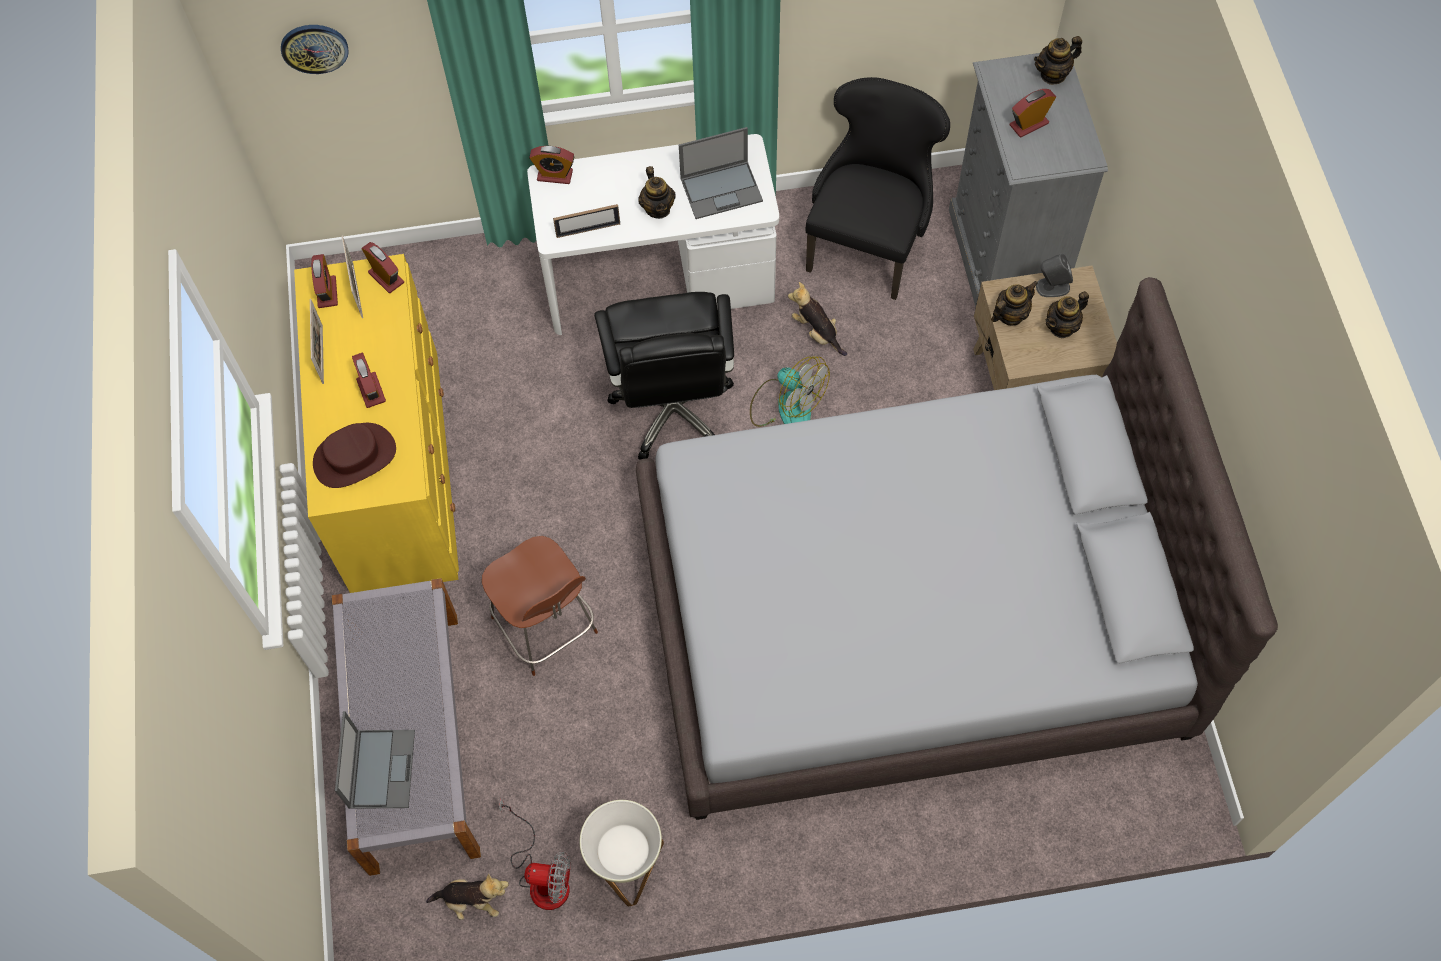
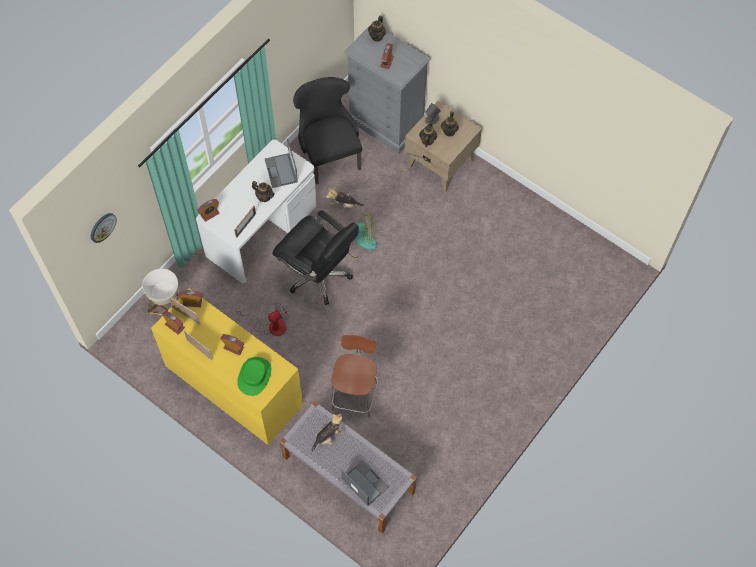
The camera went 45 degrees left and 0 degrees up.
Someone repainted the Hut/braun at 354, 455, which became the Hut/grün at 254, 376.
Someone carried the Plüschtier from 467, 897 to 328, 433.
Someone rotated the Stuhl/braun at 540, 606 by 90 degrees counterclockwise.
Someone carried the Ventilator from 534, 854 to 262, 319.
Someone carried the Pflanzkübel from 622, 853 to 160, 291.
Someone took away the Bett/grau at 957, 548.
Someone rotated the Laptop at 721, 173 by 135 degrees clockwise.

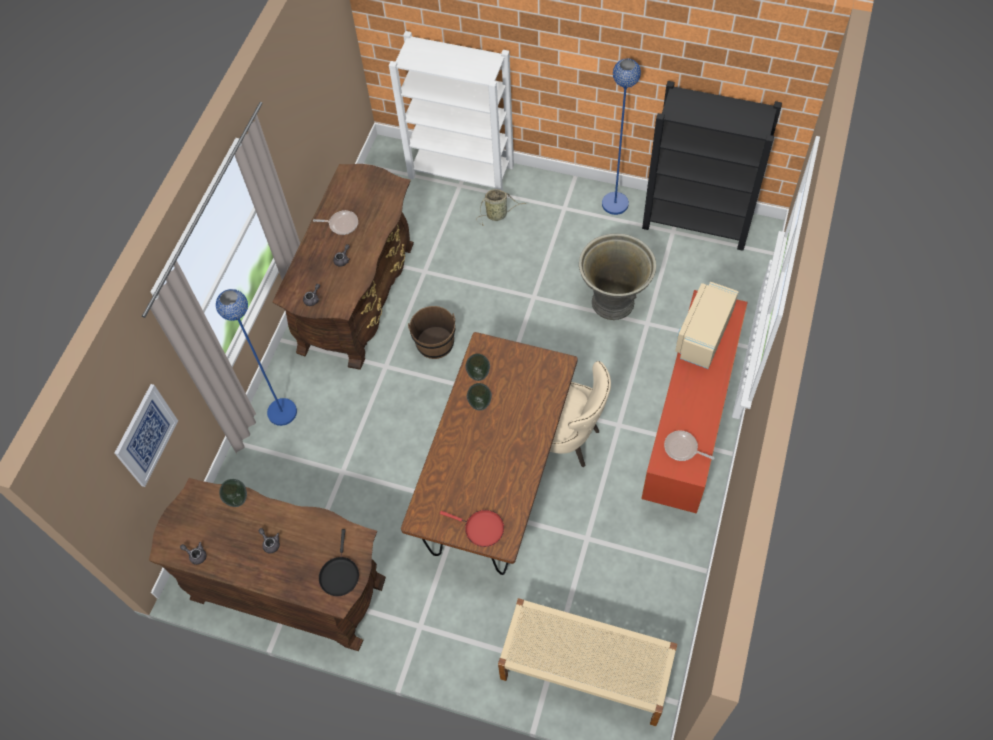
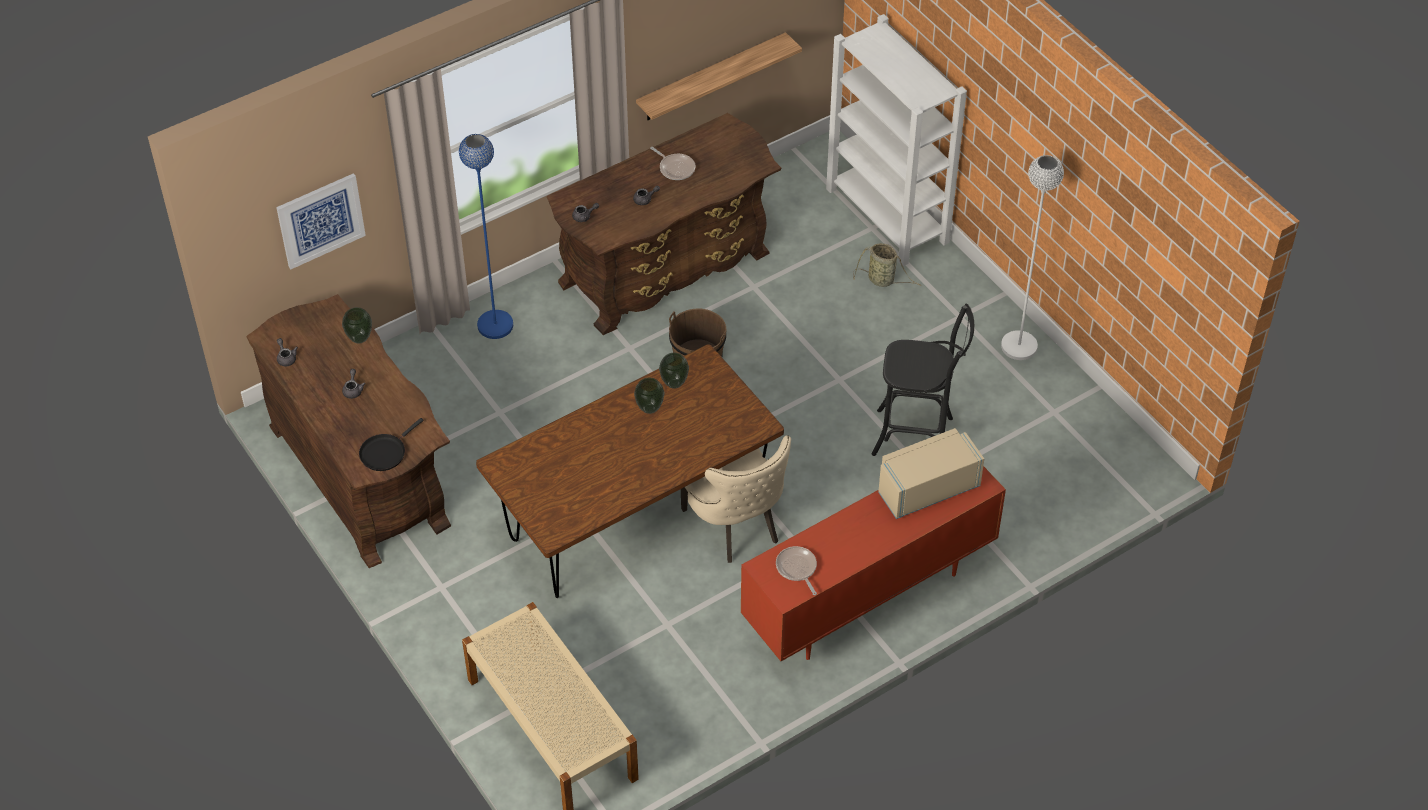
The camera went 35 degrees right and 10 degrees down.
Someone took away the Pfanne/rot at 472, 528.
Someone swapped the Pflanzkübel/grau at 617, 277 for the Hocker/schwarz at 922, 379.
Someone repainted the Stehlampe/blau at 621, 136, which became the Stehlampe/weiß at 1032, 257.
Someone took away the Bücherregal/schwarz at 712, 166.
Someone put up the Wandregal at 719, 76.

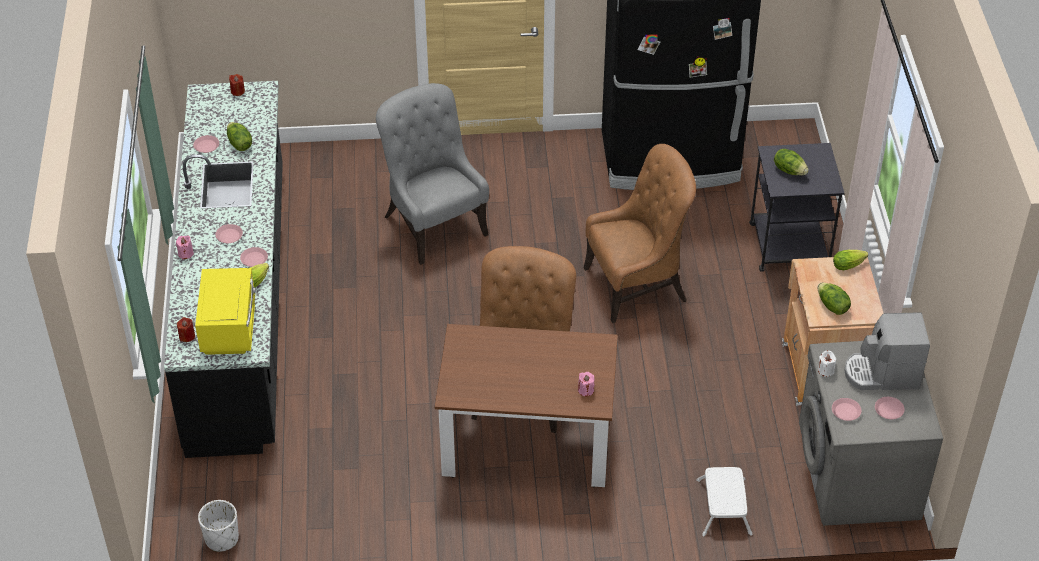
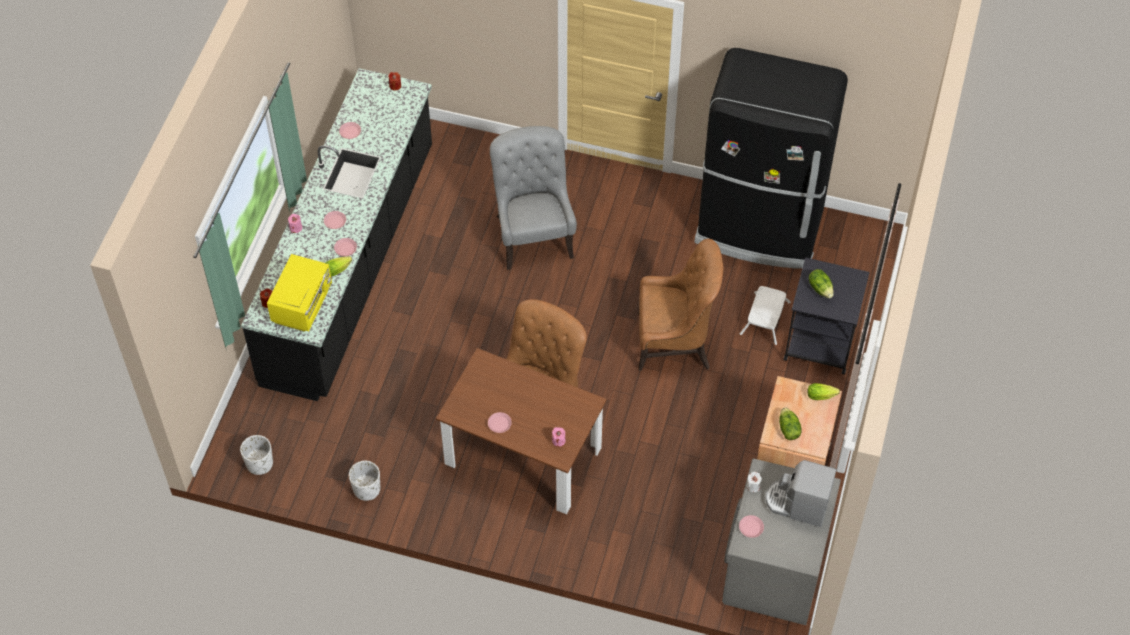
The camera went 20 degrees right and 10 degrees up.
Someone took away the Salatkopf at 239, 136.
Someone carried the Trittleiter/weiß from 725, 501 to 765, 315.
Someone carried the Teller/rosa from 890, 408 to 500, 422.
Someone put down the Pflanzkübel/weiß at 364, 481.

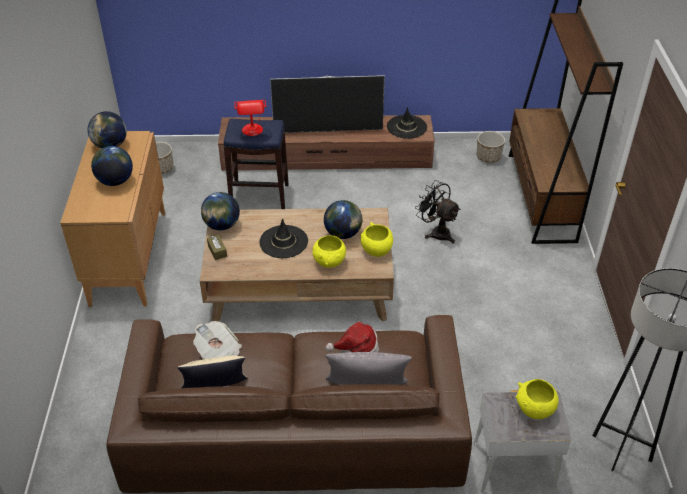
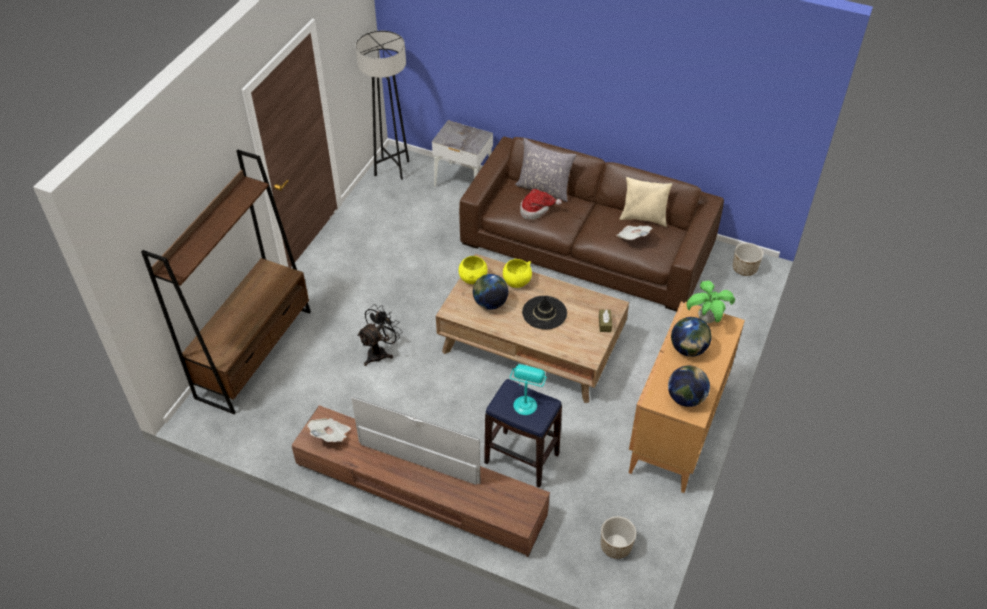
The camera went 155 degrees left and 5 degrees up.
Someone took away the Globus at 220, 211.
Someone repainted the Tischlampe/rot at 250, 118, which became the Tischlampe/türkis at 528, 389.
Someone swapped the Hut/schwarz at 407, 123 for the Zeitung at 329, 430.
Someone rotated the Ventilator/schwarz at 438, 212 by 120 degrees counterclockwise.
Someone carried the Pflanzkübel from 491, 147 to 748, 259.
Someone took away the Schüssel/gelb at 537, 399.
Someone put down the Topfpflanze at 710, 302.

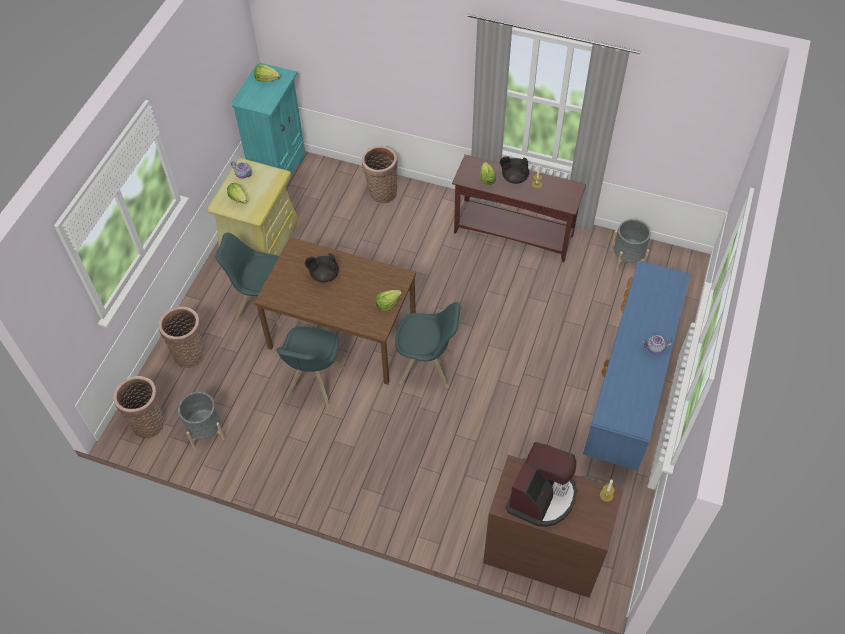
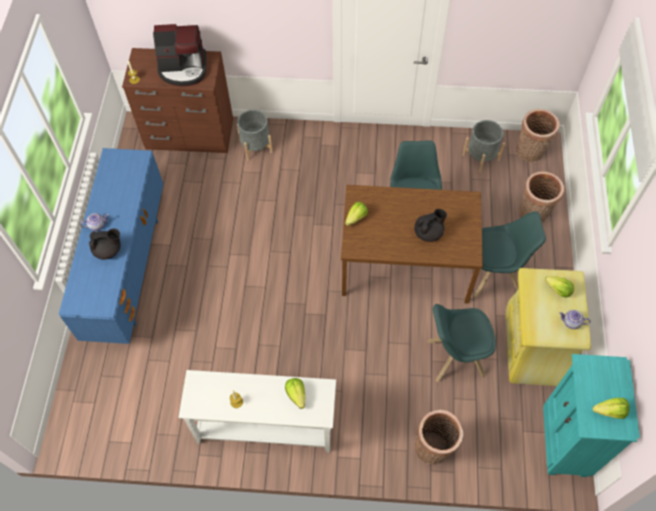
The camera went 165 degrees right and 5 degrees up.
Someone carried the Stuhl/türkis from 428, 345 to 461, 343.
Someone repainted the Konsolentisch/braun at 519, 208, which became the Konsolentisch/weiß at 257, 411.
Someone carried the Teekanne/schwarz from 514, 170 to 104, 244.
Someone rotated the Kaffeemaschine at 541, 484 by 105 degrees counterclockwise.
Someone carried the Pflanzkübel/grau from 630, 245 to 255, 135.

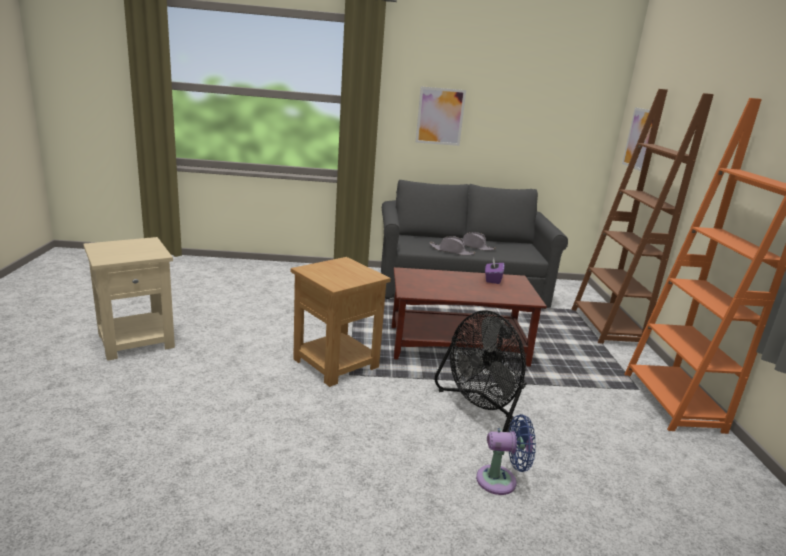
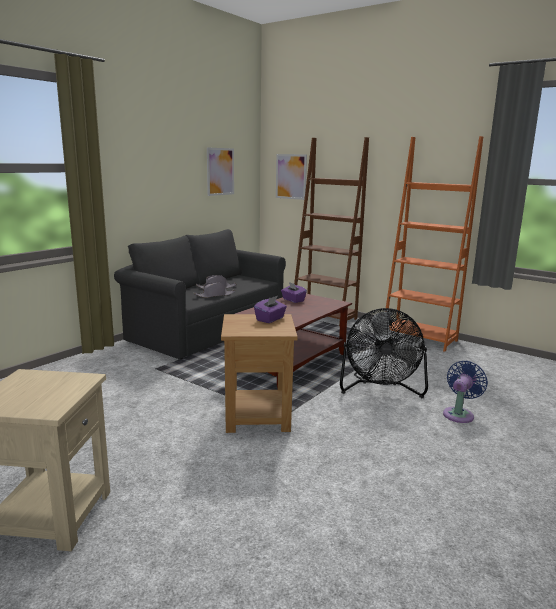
The camera went 50 degrees left and 5 degrees down.
Someone carried the Bild from 441, 116 to 220, 171.
Someone put down the Taschentuchbox/lila at 270, 309.

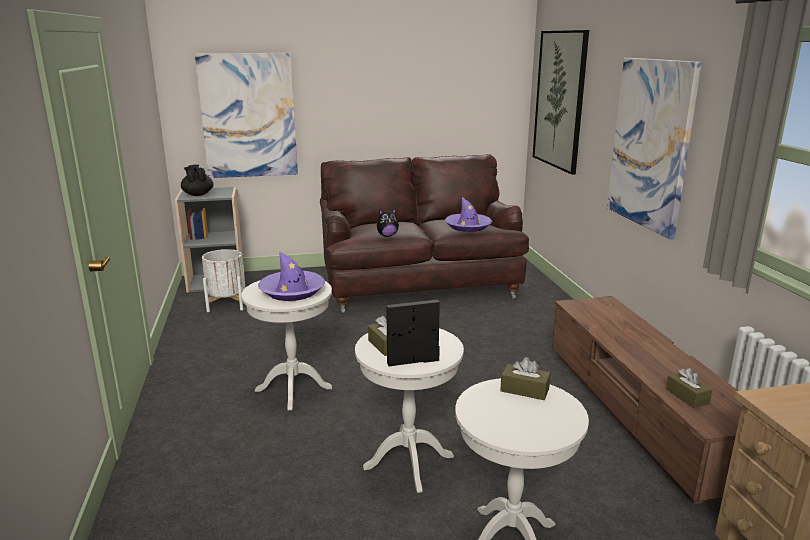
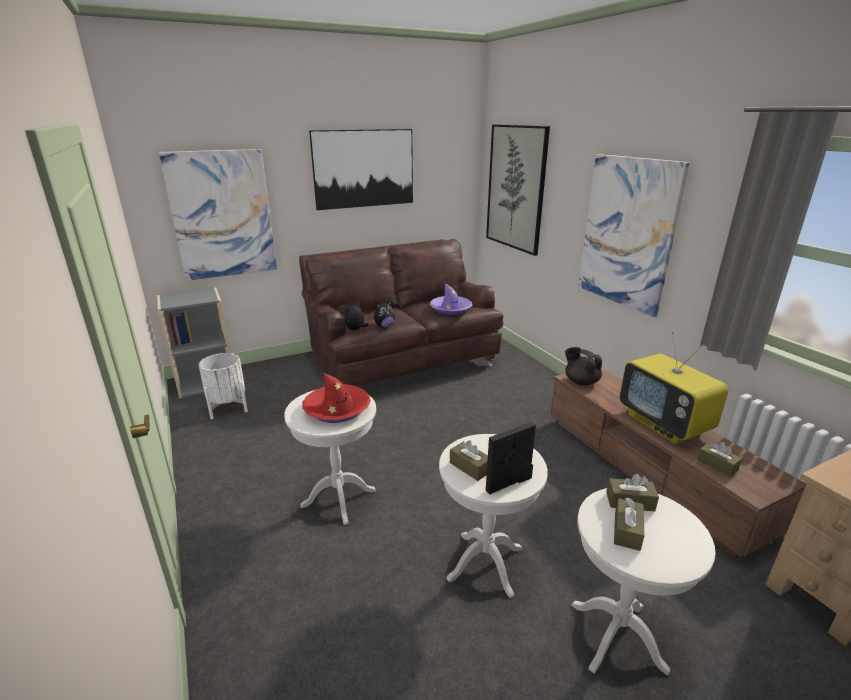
The camera went 15 degrees left and 5 degrees up.
Someone carried the Teekanne/schwarz from 197, 180 to 583, 366.
Someone repainted the Hut/lila at 291, 276, which became the Hut/rot at 336, 398.
Someone put up the Bild at 361, 169.
Someone put down the Plüschtier at 356, 316.
Someone put down the Taschentuchbox/braun at 629, 524.
Someone put down the Fernseher at 674, 387.

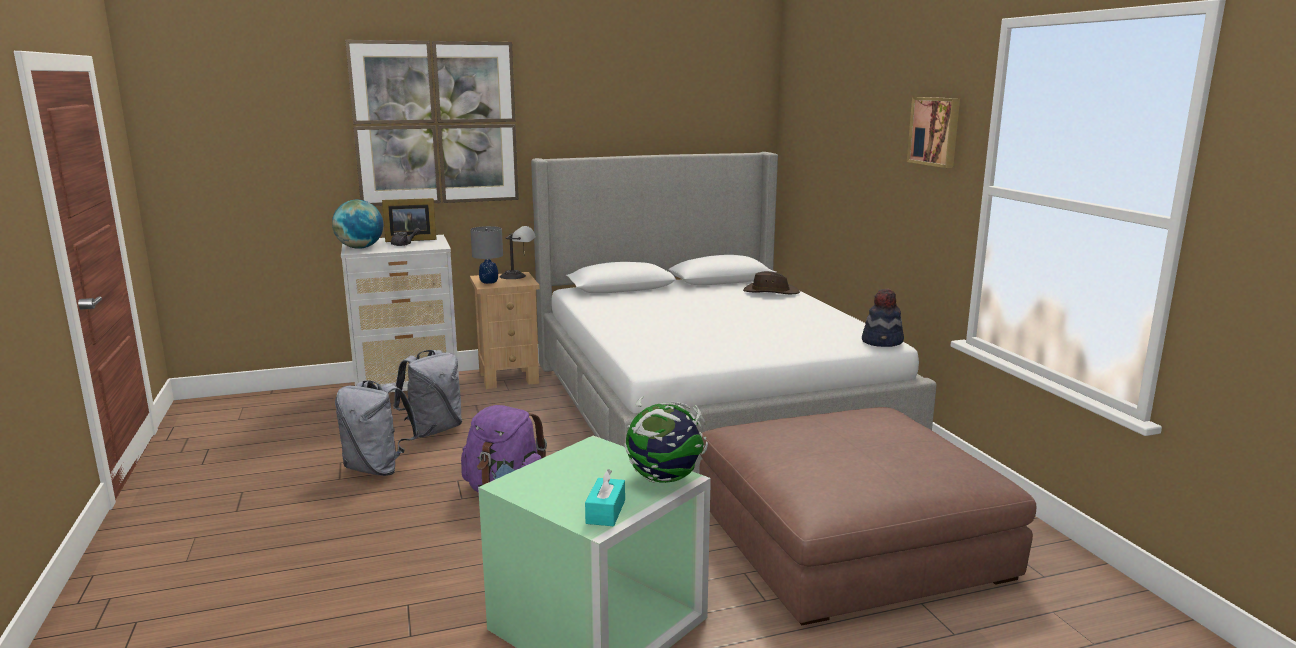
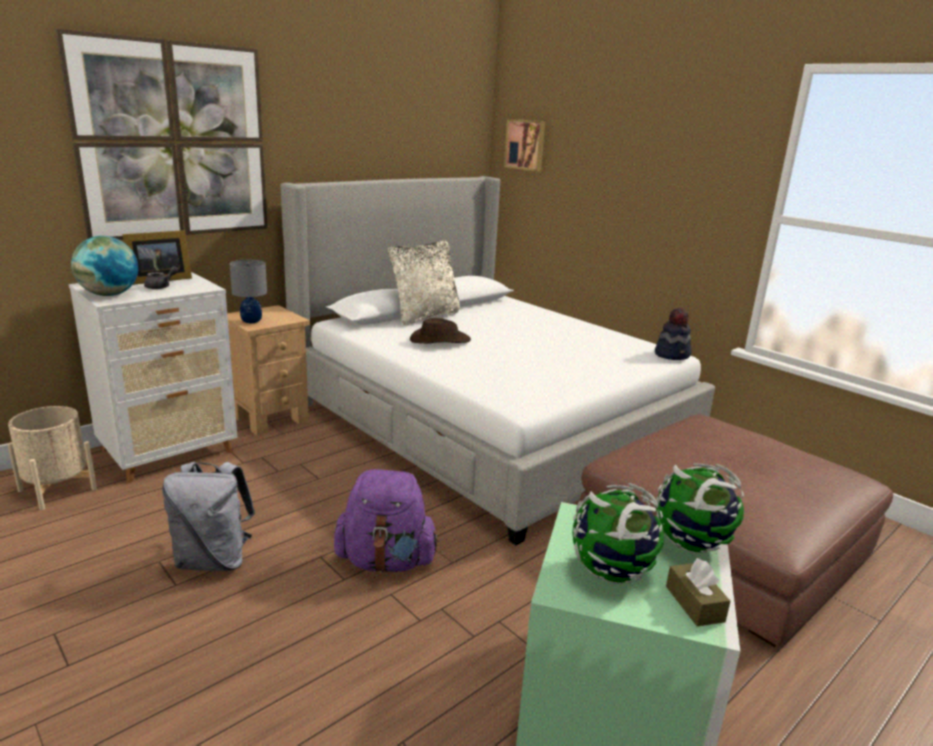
The camera went 25 degrees left and 5 degrees up.
Someone took away the Rucksack/grau at 427, 394.
Someone took away the Tischlampe at 518, 252.
Someone repainted the Taschentuchbox/türkis at 605, 497, which became the Taschentuchbox/braun at 698, 592.
Someone carried the Hut/braun from 771, 282 to 440, 331.
Someone carried the Bild from 933, 132 to 524, 145.
Someone put down the Pflanzkübel/beige at 52, 458.
Someone put down the Kissen/beige at 424, 282.
Someone put down the Globus at 618, 533.

